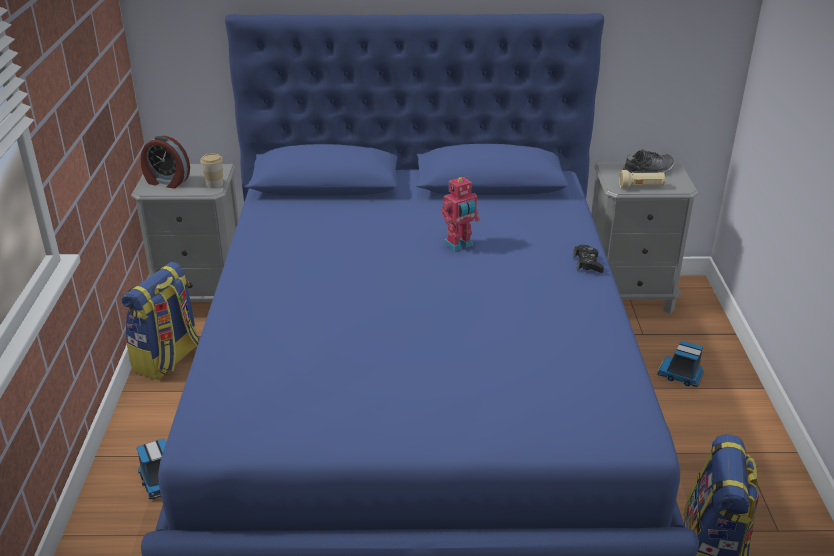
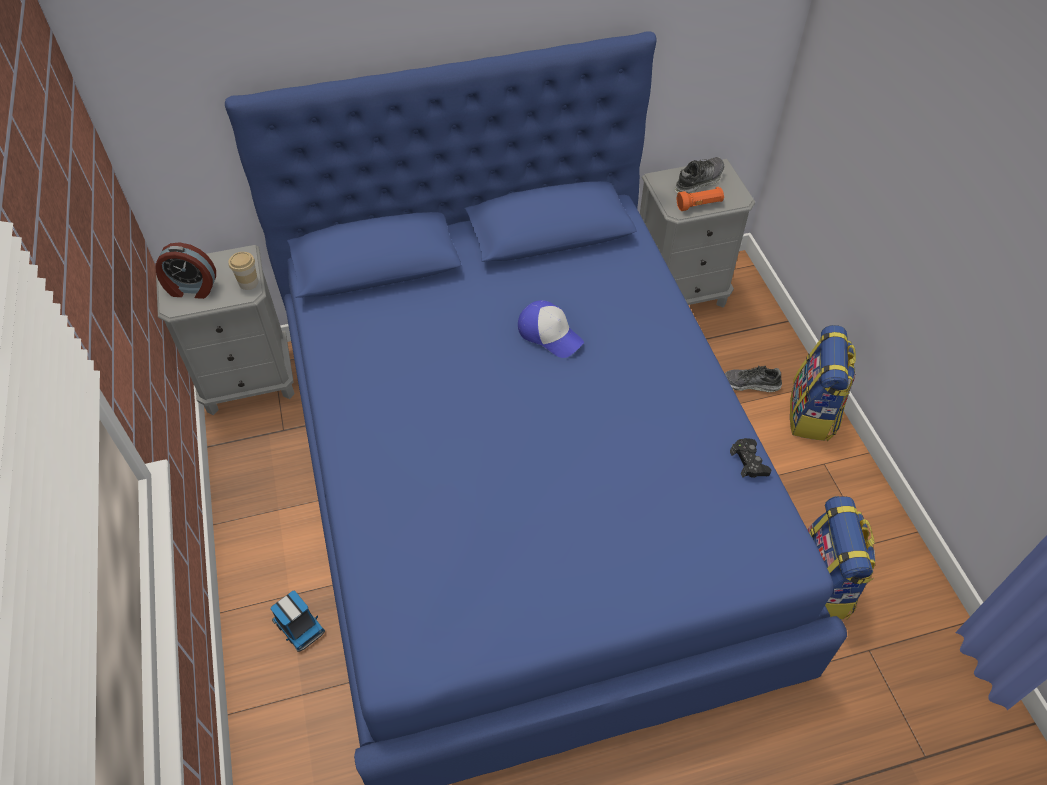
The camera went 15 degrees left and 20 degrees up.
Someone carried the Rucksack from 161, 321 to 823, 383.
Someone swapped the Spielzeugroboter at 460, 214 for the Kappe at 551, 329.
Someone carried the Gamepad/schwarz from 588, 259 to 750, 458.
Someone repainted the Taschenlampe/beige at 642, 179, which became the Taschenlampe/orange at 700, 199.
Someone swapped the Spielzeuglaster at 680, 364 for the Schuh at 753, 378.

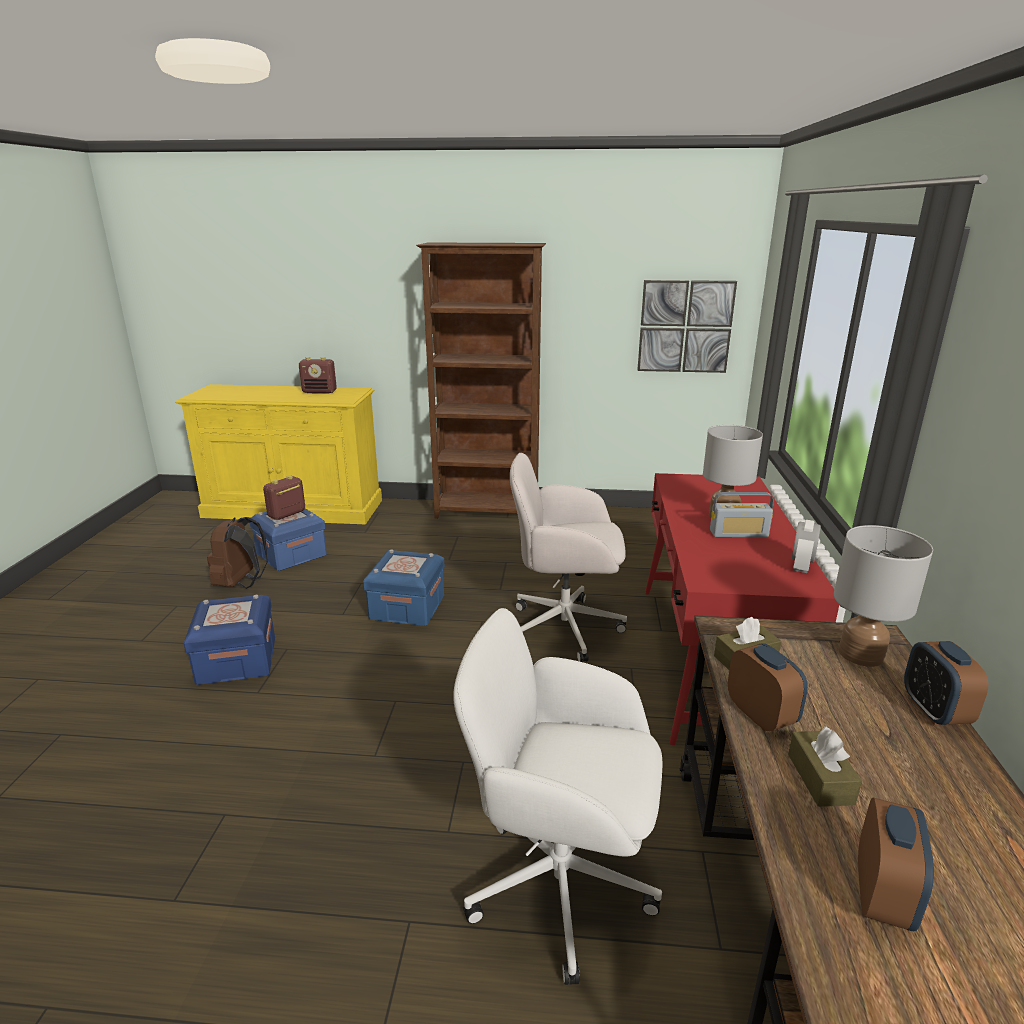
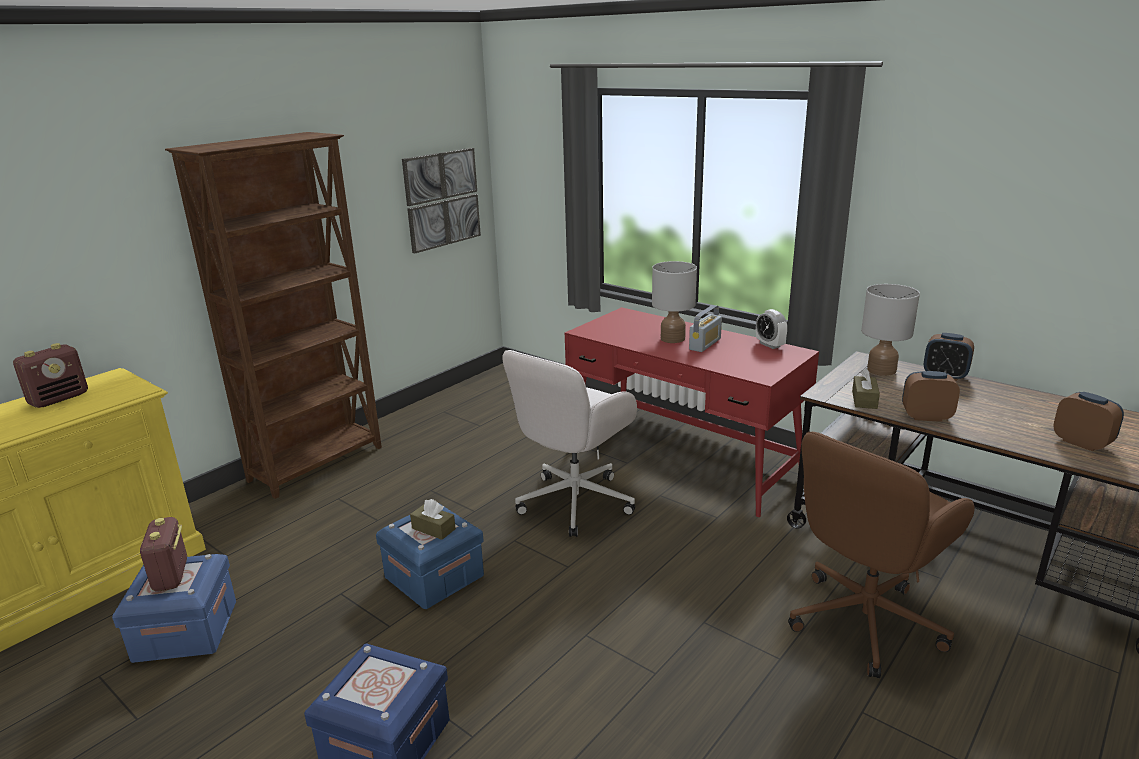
The camera went 55 degrees left and 0 degrees up.
Someone took away the Rucksack/braun at 237, 553.
Someone repainted the Bürostuhl/weiß at 557, 796, which became the Bürostuhl/braun at 881, 555.
Someone carried the Taschentuchbox/braun from 825, 766 to 433, 519.

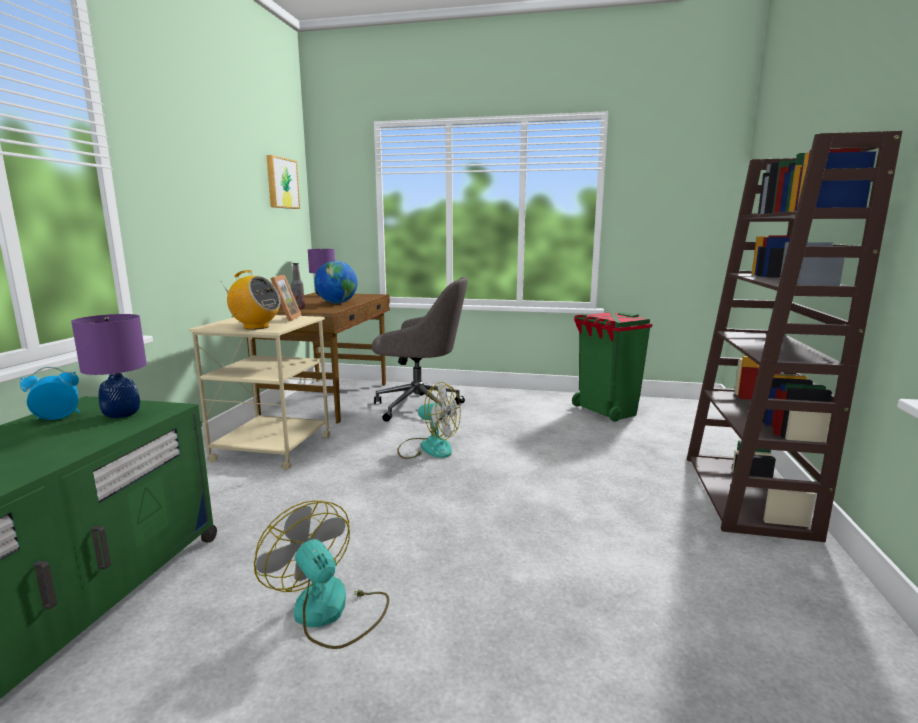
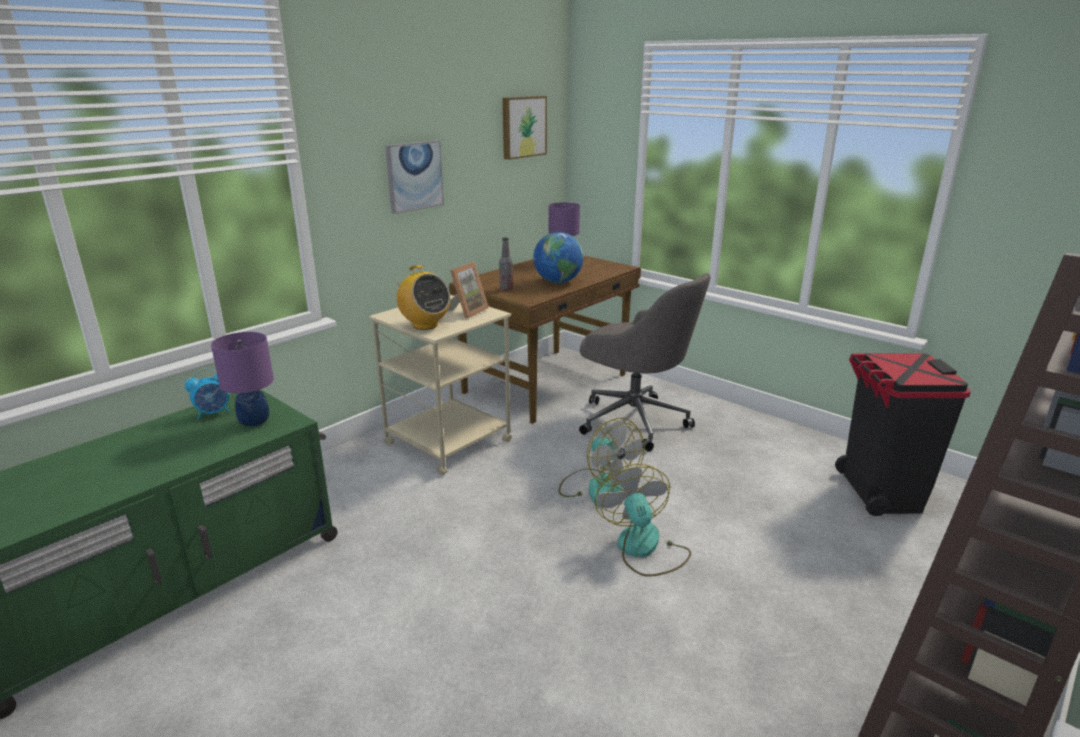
The camera went 30 degrees right and 10 degrees up.
Someone rotated the Wecker at 50, 393 by 150 degrees clockwise.
Someone carried the Ventilator from 321, 574 to 643, 520.
Someone repainted the Mülleimer/grün at 612, 367, which became the Mülleimer/schwarz at 903, 434.
Someone put up the Bild at 415, 177.

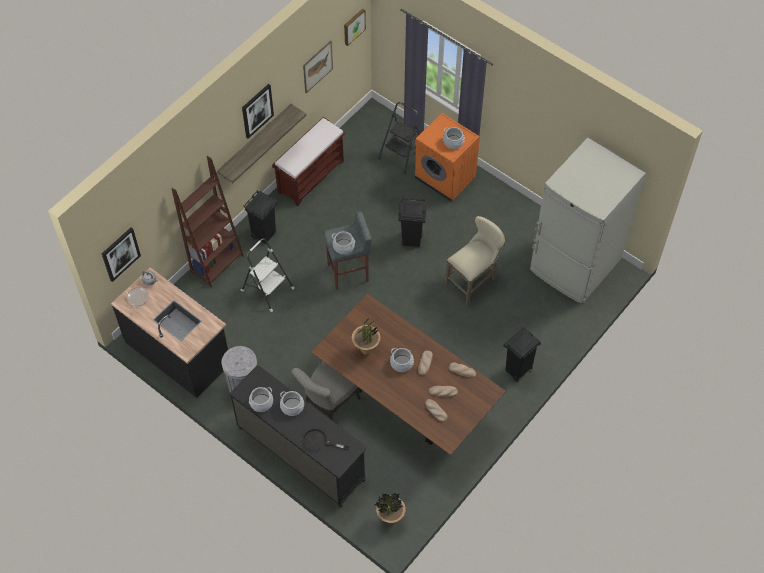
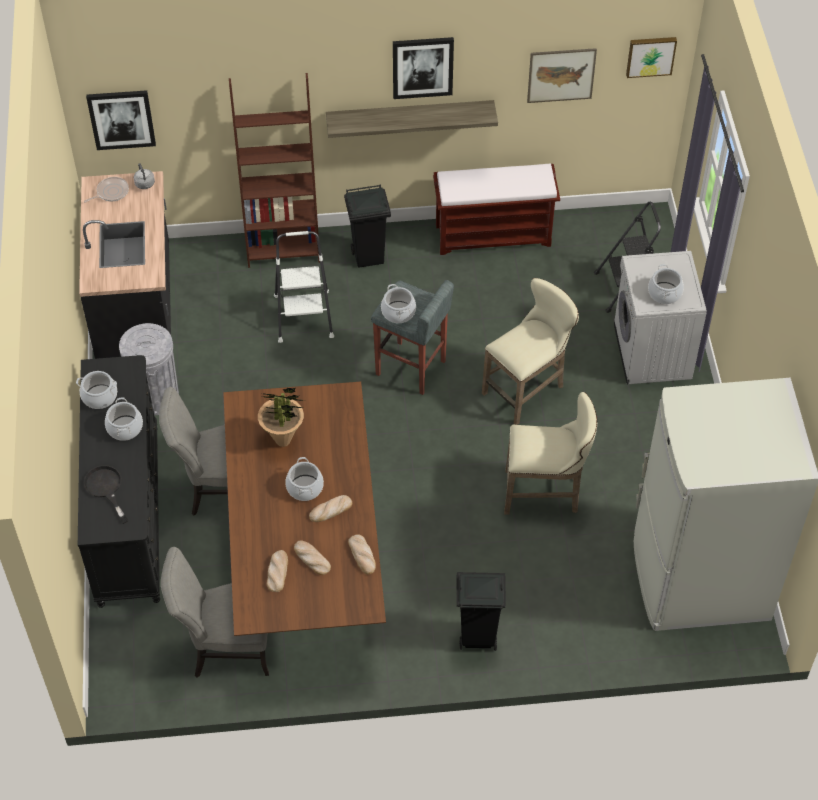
The camera went 45 degrees right and 5 degrees down.
Someone took away the Topfpflanze at 389, 508.
Someone swapped the Mülleimer/schwarz at 412, 222 for the Hocker/beige at 530, 351.
Someone repainted the Waschmaschine/orange at 447, 157, which became the Waschmaschine/weiß at 660, 317.
Someone put down the Stuhl/grau at 215, 612.

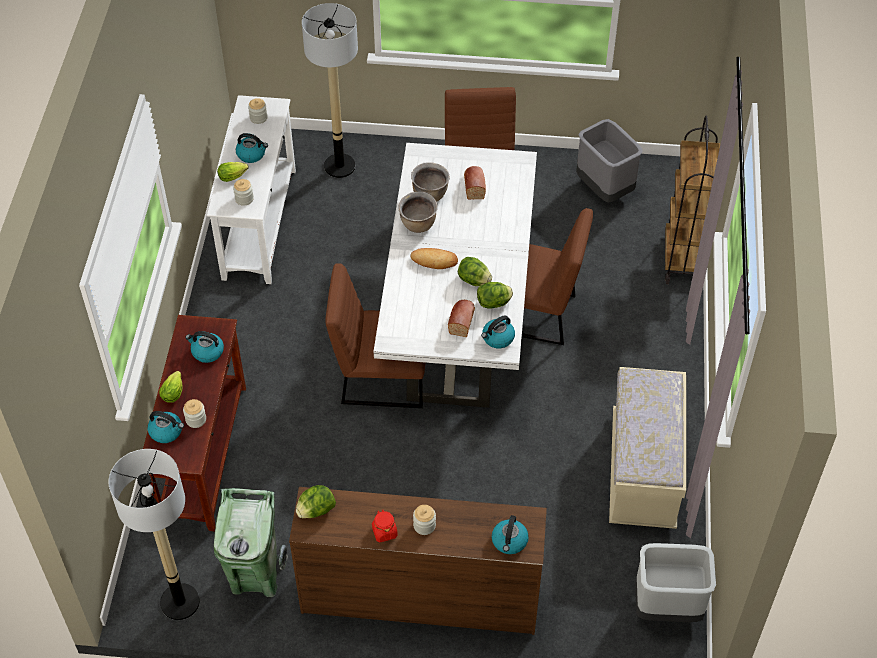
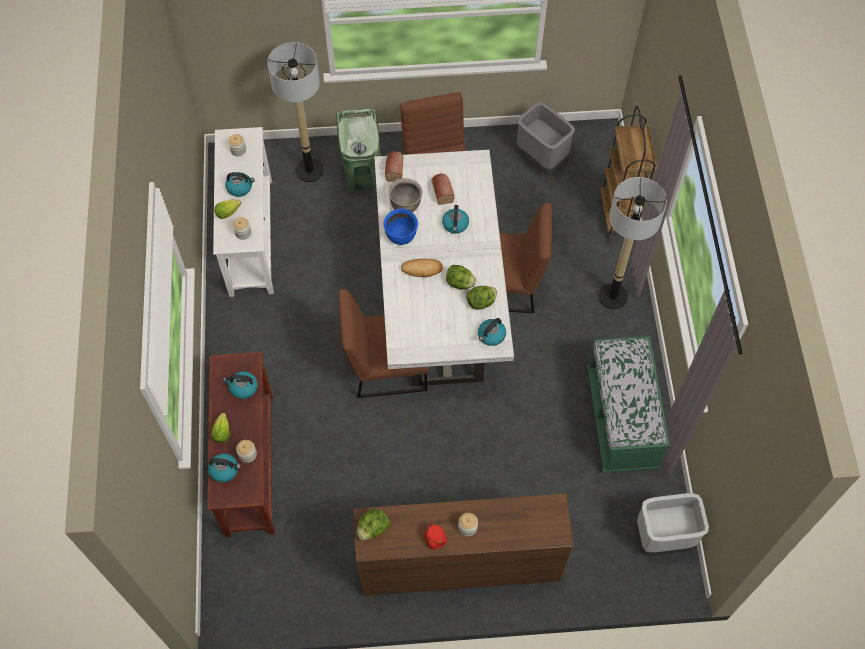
The camera went 10 degrees left and 10 degrees up.
Someone carried the Stehlampe from 154, 534 to 632, 243.
Someone carried the Mülleimer/grün from 251, 542 to 359, 150.
Someone repainted the Kochtopf/braun at 418, 212, which became the Kochtopf/blau at 400, 226.
Someone carried the Brot from 461, 318 to 394, 166.
Someone carried the Wasserkessel from 510, 534 to 455, 219.
Someone repainted the Bank/beige at 647, 448, which became the Bank/grün at 628, 404.

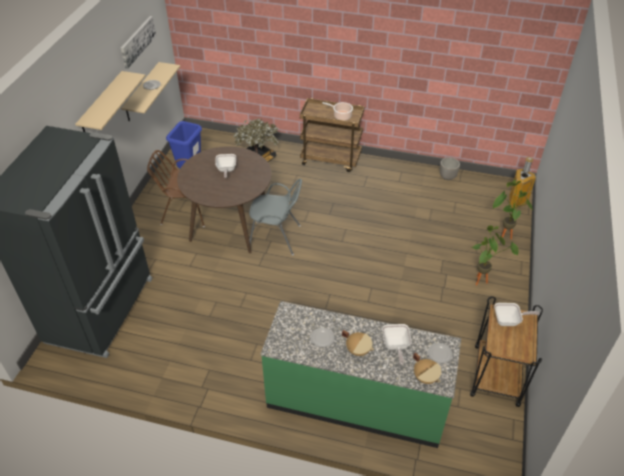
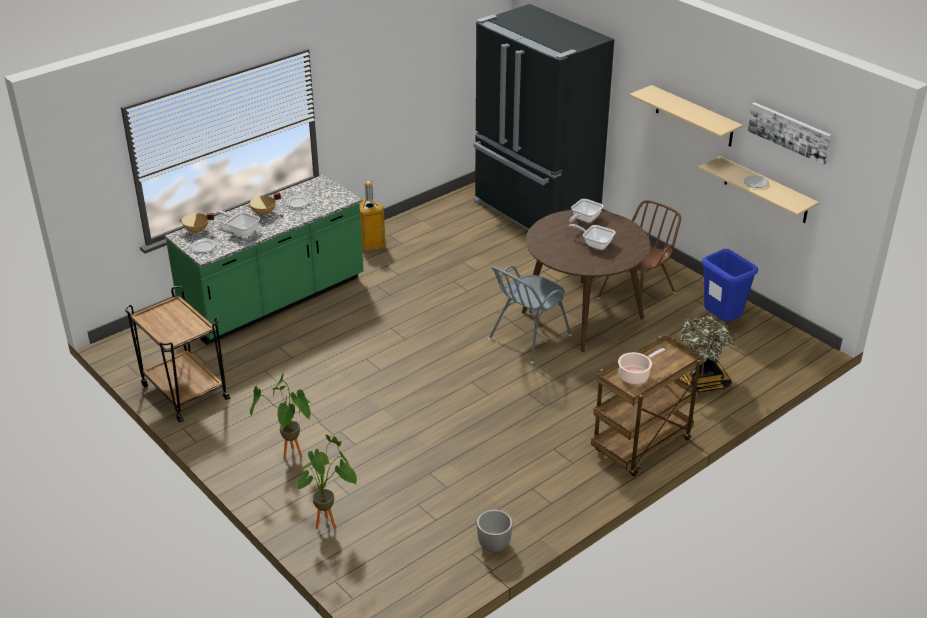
The camera went 125 degrees right and 10 degrees down.
Someone carried the Pfanne from 517, 314 to 586, 211.
Someone carried the Mülleimer from 522, 183 to 372, 216.

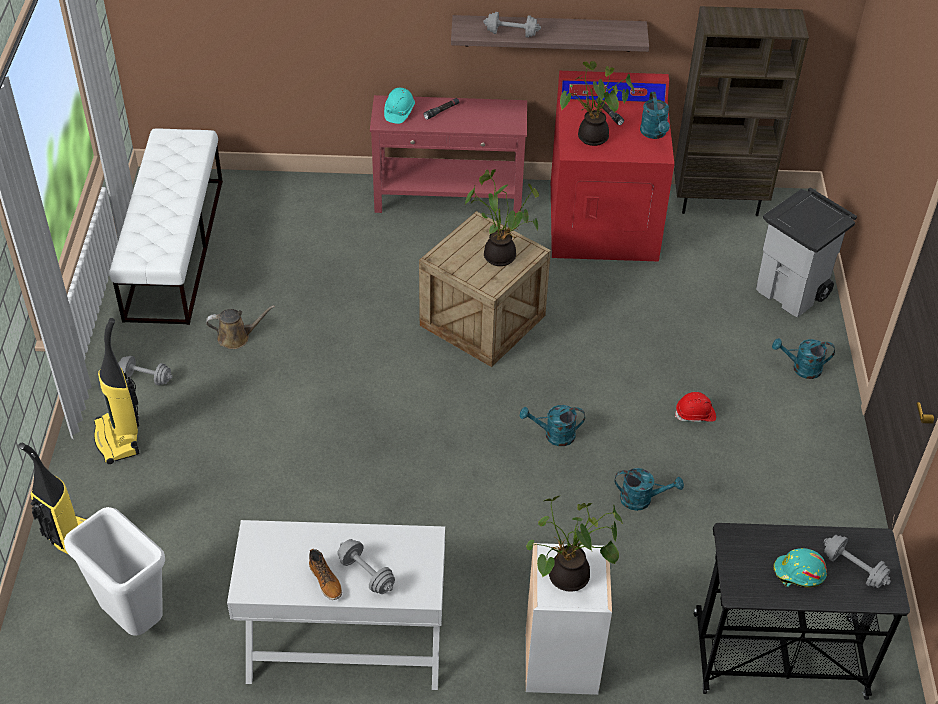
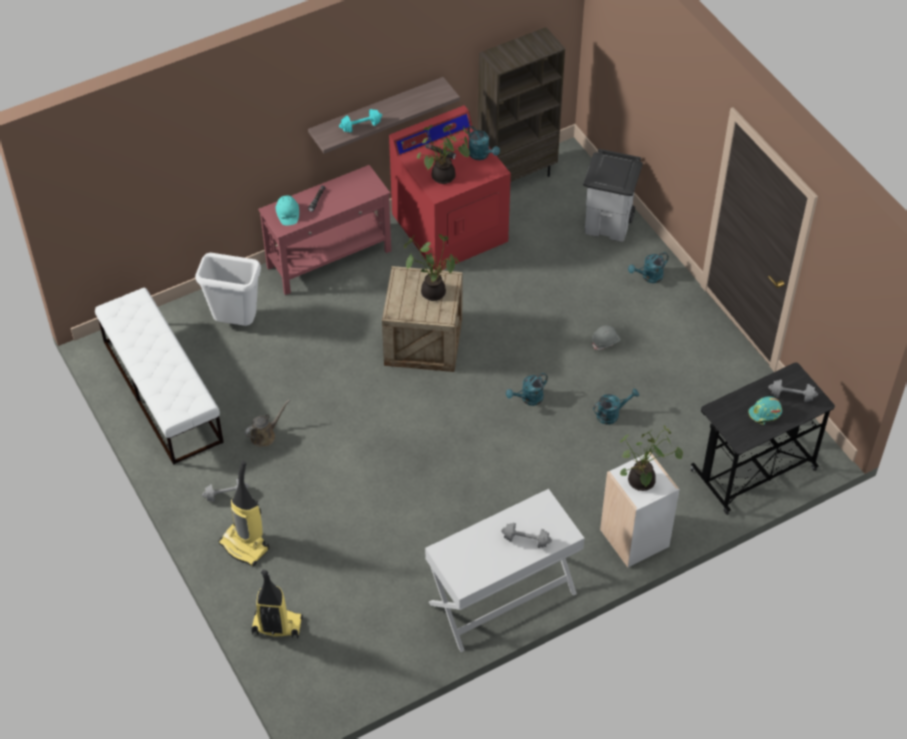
The camera went 30 degrees left and 5 degrees up.
Someone carried the Mülleimer/weiß from 114, 571 to 228, 289.
Someone took away the Stiefel at 325, 574.
Someone repainted the Hantel/grau at 512, 25, which became the Hantel/türkis at 360, 121.
Someone repainted the Schutzhelm/rot at 695, 407, which became the Schutzhelm/grau at 606, 337.

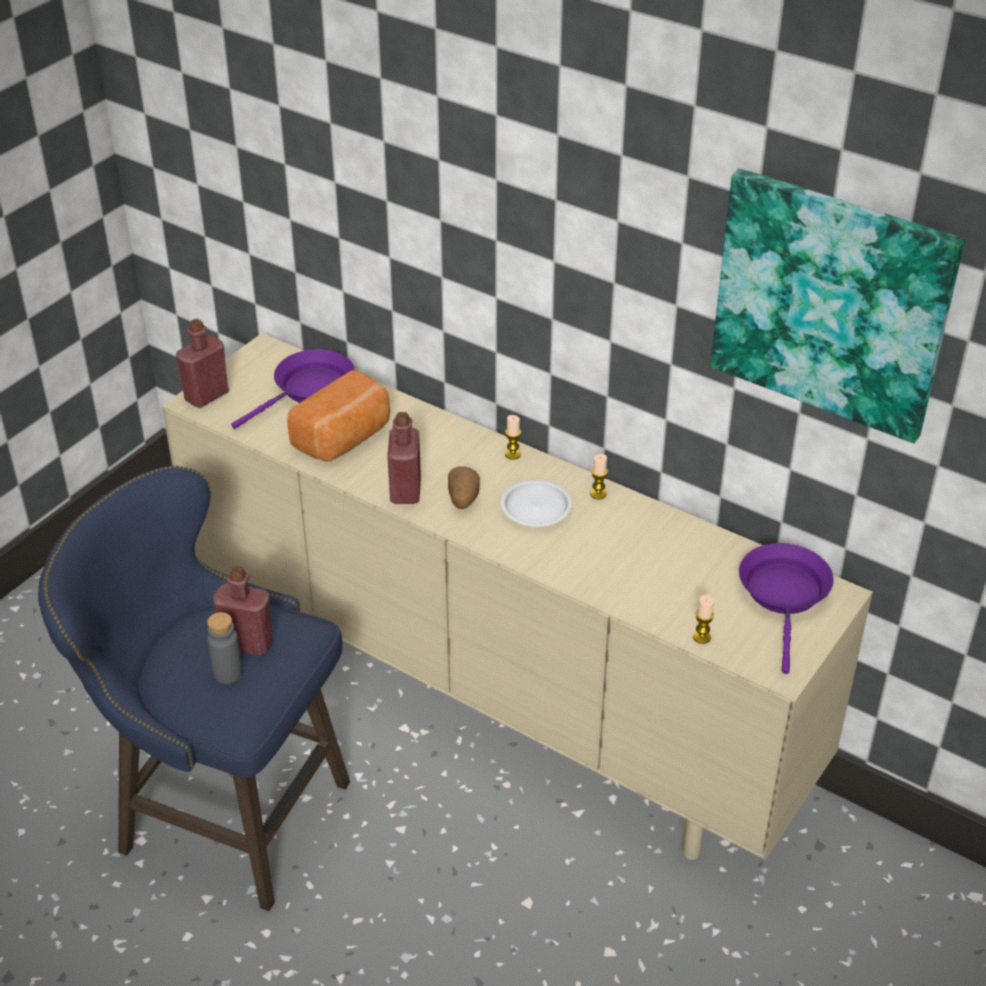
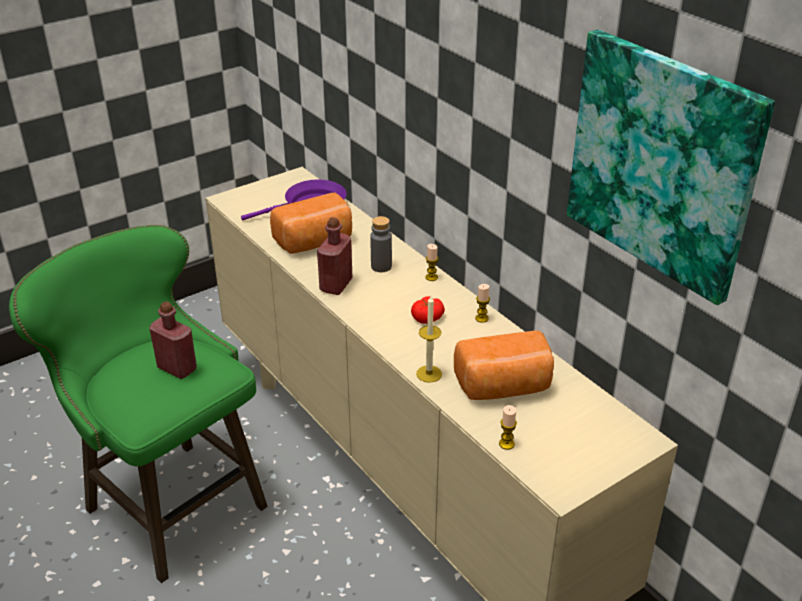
The camera went 20 degrees right and 5 degrees down.
Someone repainted the Hocker/blau at 194, 688, which became the Hocker/grün at 138, 404.
Someone took away the Flasche/rot at 202, 363.
Someone carried the Flasche/grau from 225, 648 to 381, 244.
Someone took away the Kartoffel at 464, 487.
Someone swapped the Teller/weiß at 536, 503 for the Tomate at 428, 310.
Someone took away the Pfanne/lila at 786, 608.
Someone put down the Kerze at 429, 339.
Someone put down the Brot at 504, 365.

